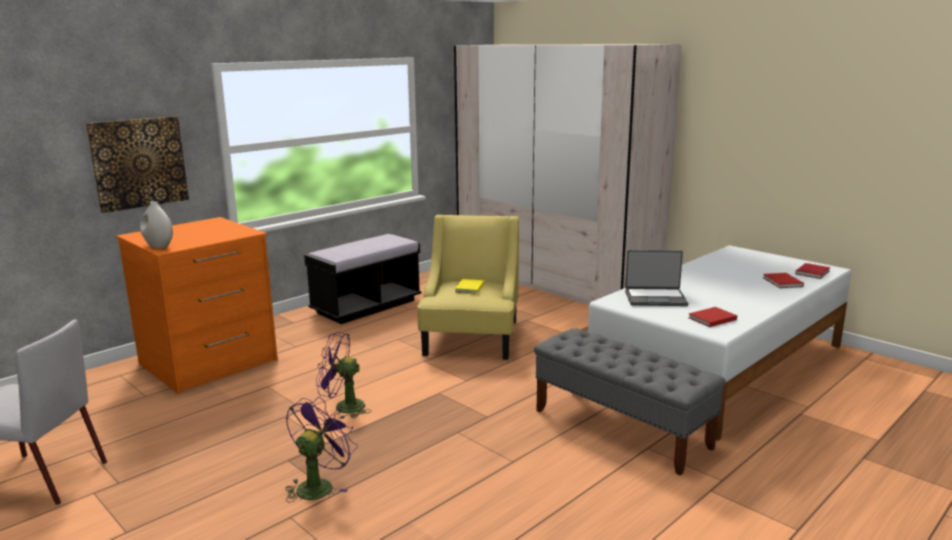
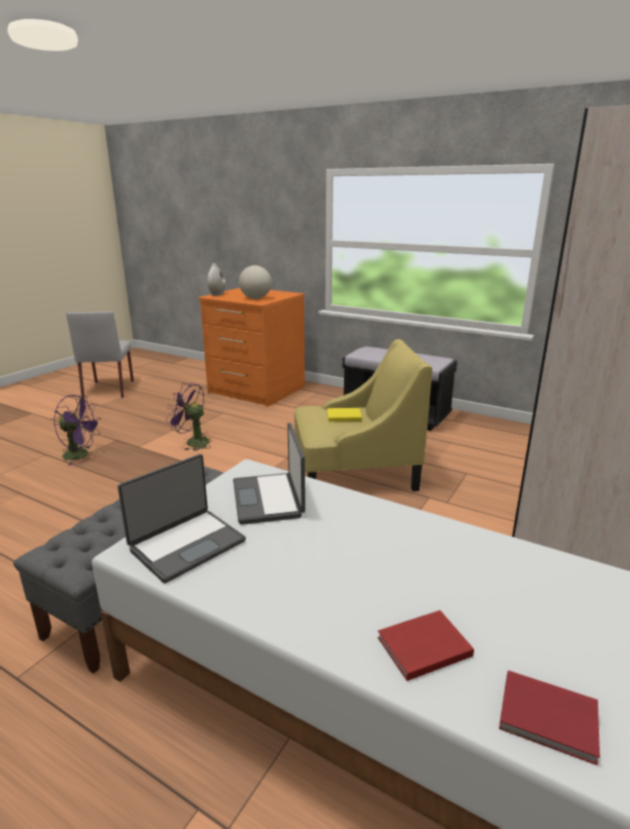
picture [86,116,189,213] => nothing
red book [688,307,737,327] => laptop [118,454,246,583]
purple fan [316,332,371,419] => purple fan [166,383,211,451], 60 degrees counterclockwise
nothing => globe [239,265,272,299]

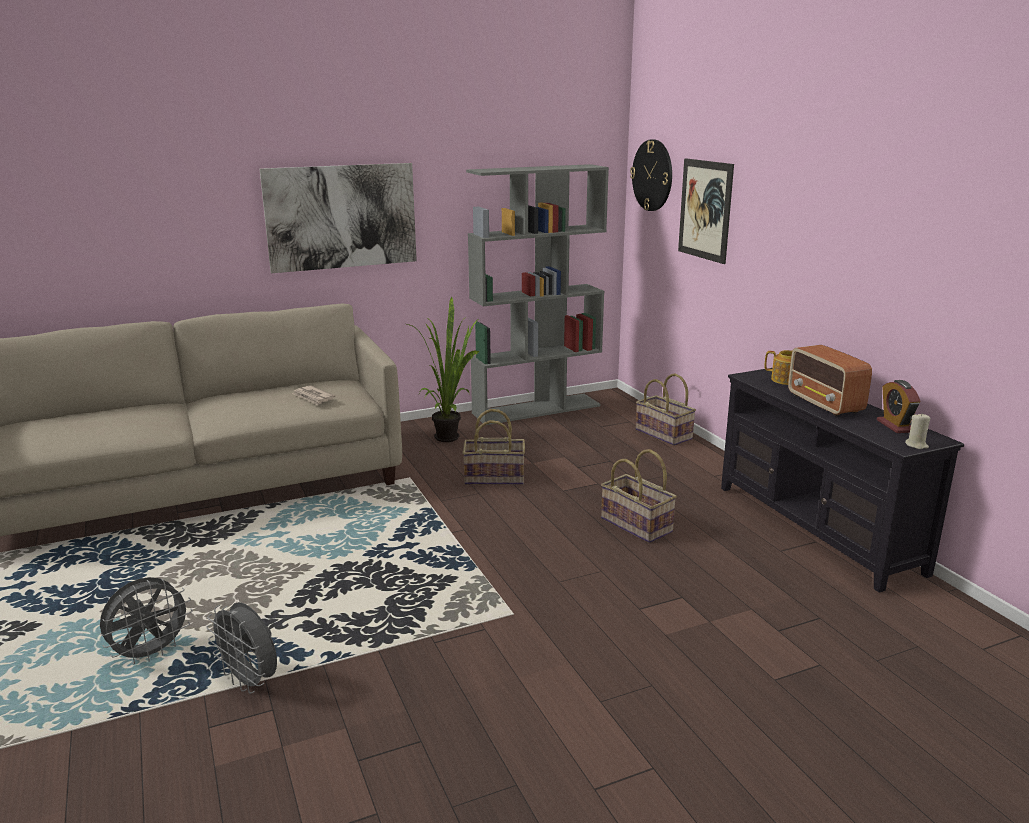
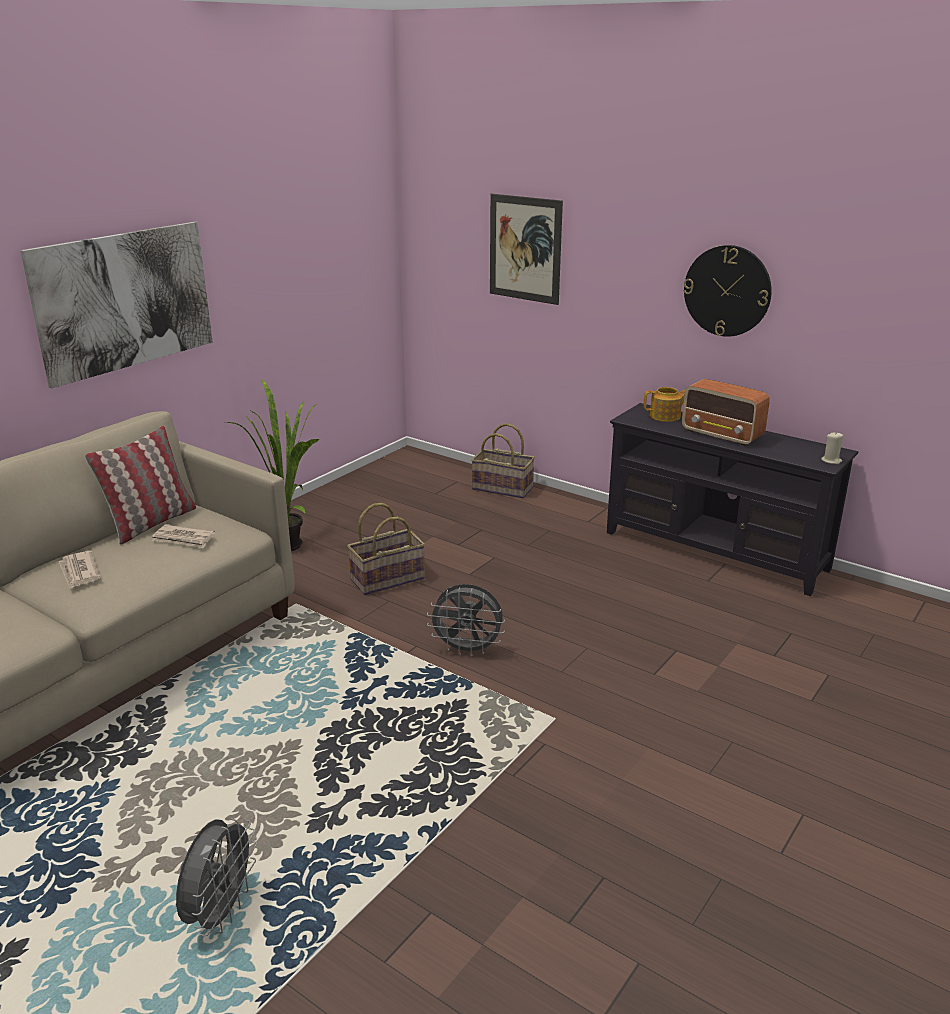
wall clock [630,139,672,211] => wall clock [683,245,772,337], relocated
grey bookcase [466,164,609,425] => nothing
alarm clock [877,380,920,433] => nothing
basket [601,449,677,543] => nothing
grey fan [206,602,277,694] => grey fan [427,584,505,657], relocated
nothing => pillow [85,426,196,545]
nothing => newspaper [59,551,100,589]

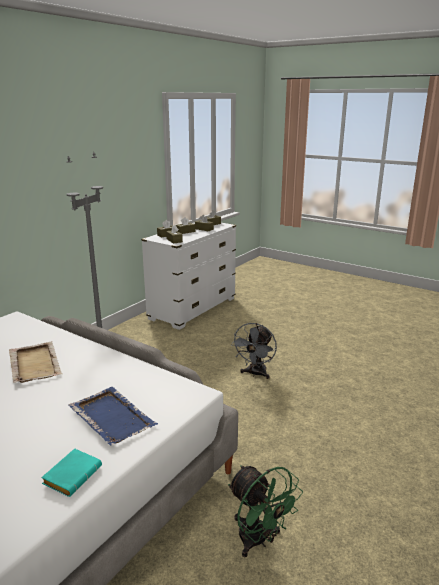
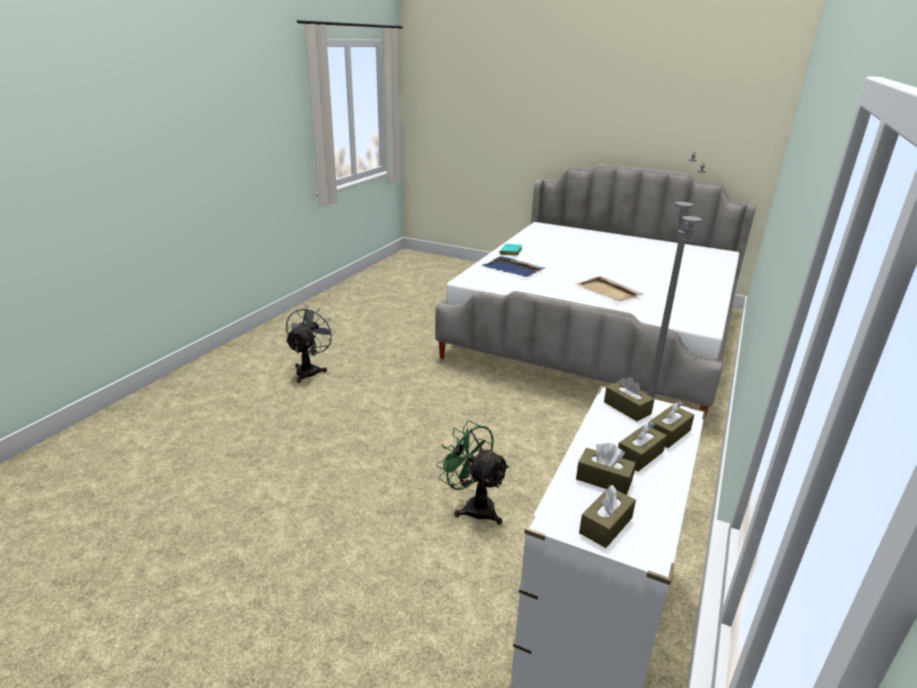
grey fan [231,323,277,379] => grey fan [286,306,336,383], relocated
green fan [228,465,303,558] => green fan [436,420,510,525], relocated

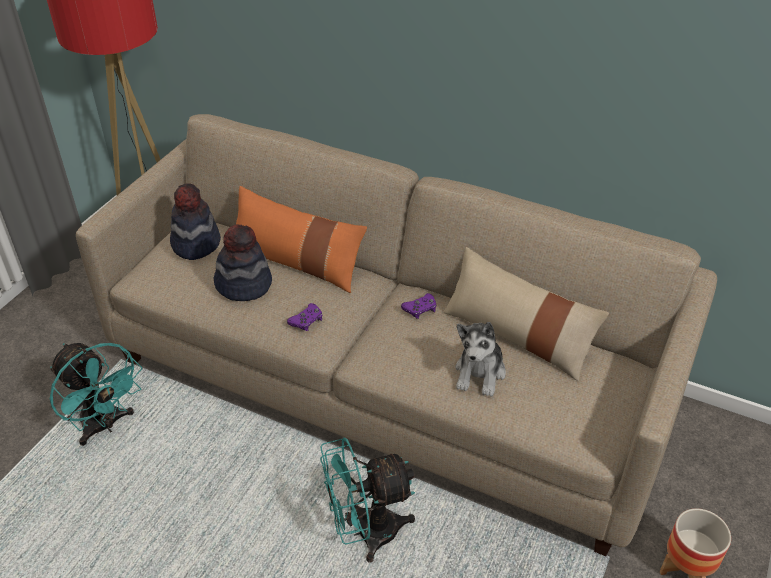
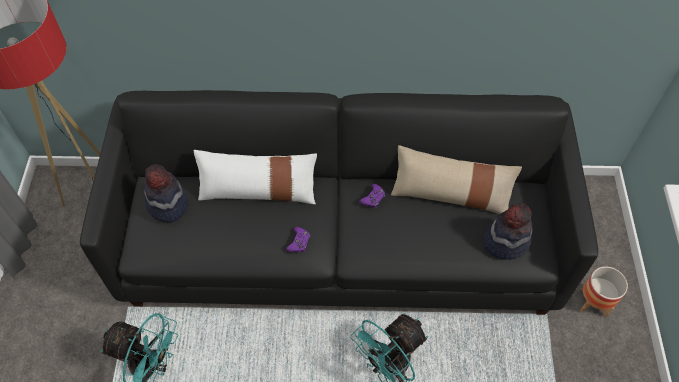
beige sofa [76,114,717,556] => black sofa [80,90,598,315]
orange pillow [236,186,367,293] => white pillow [194,150,317,204]
hat [214,225,272,301] => hat [484,203,532,260], relocated
plush toy [455,322,506,397] => nothing

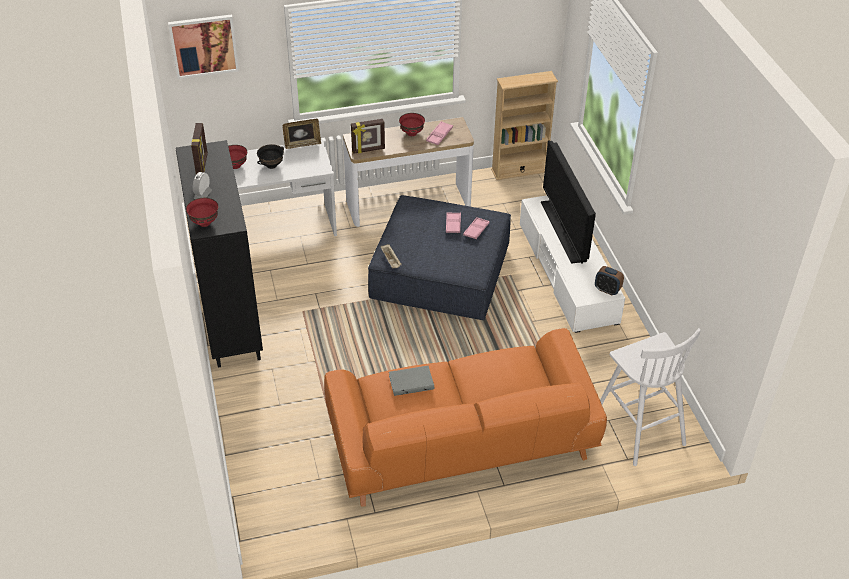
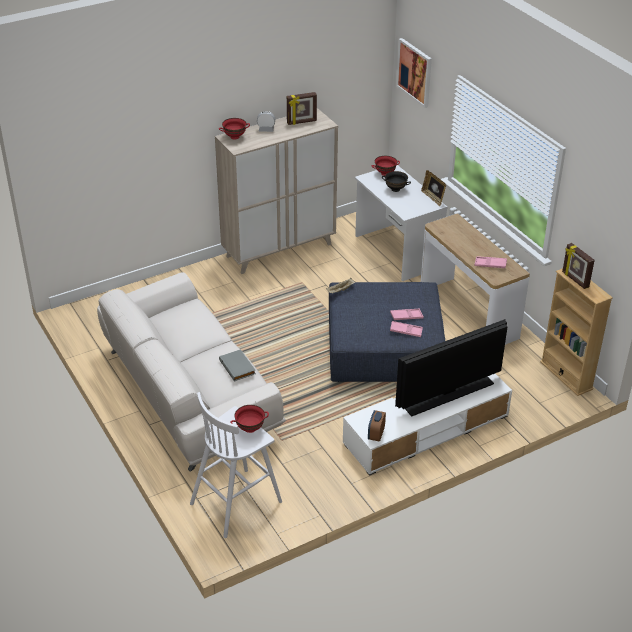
red bowl [399,113,425,136] => red bowl [230,405,269,433], relocated
picture frame [351,119,385,154] => picture frame [562,243,595,289], relocated
black cabinet [176,140,263,368] => beige cabinet [215,108,338,274]
orange sofa [324,328,607,507] => white sofa [97,272,286,472]
grey book [389,366,434,396] => grey book [219,349,256,382], relocated

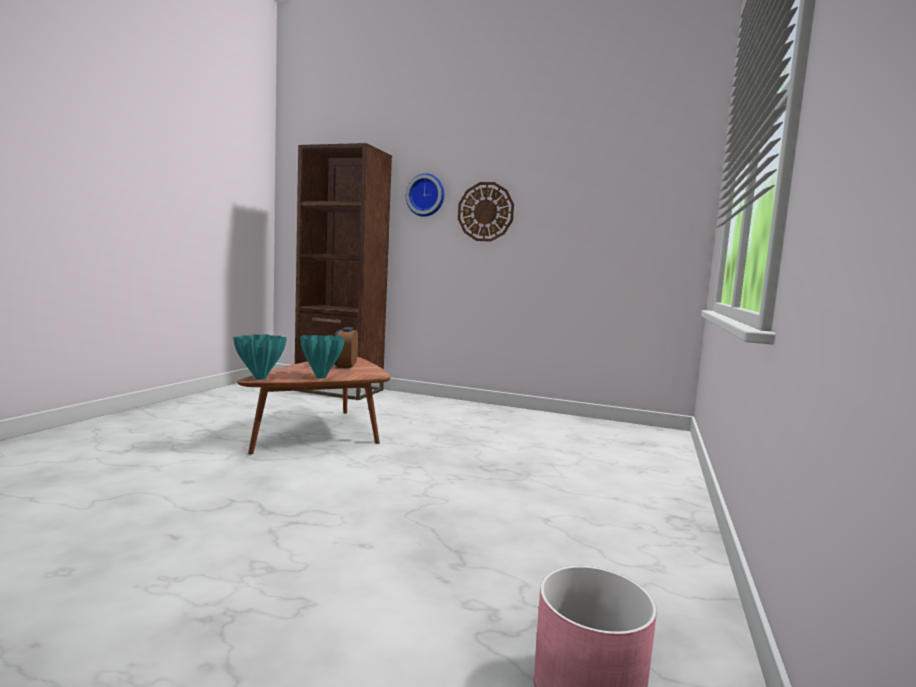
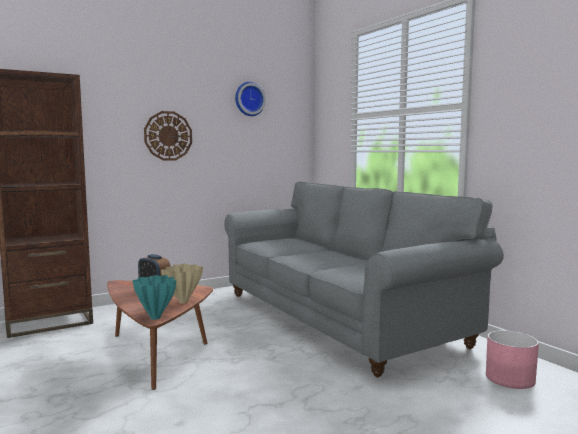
wall clock [406,173,444,217] => wall clock [235,82,266,116], relocated
turquoise vase [300,335,345,379] => beige vase [161,264,203,304]
nothing => grey sofa [224,182,504,377]

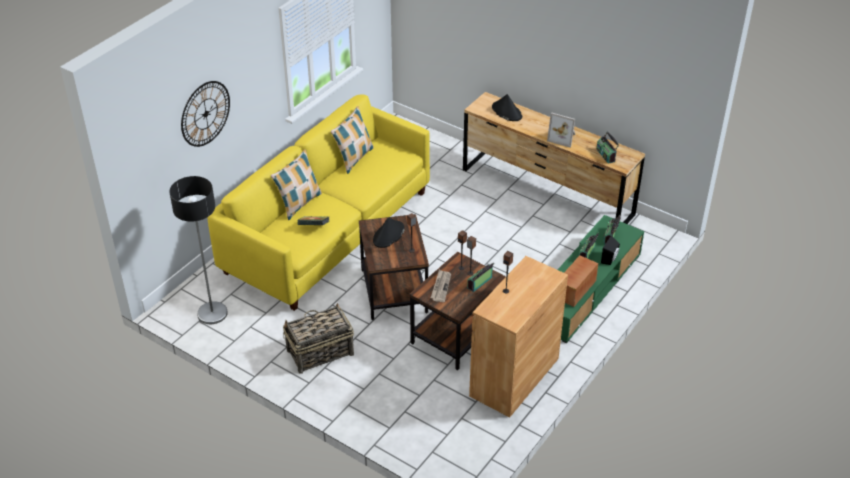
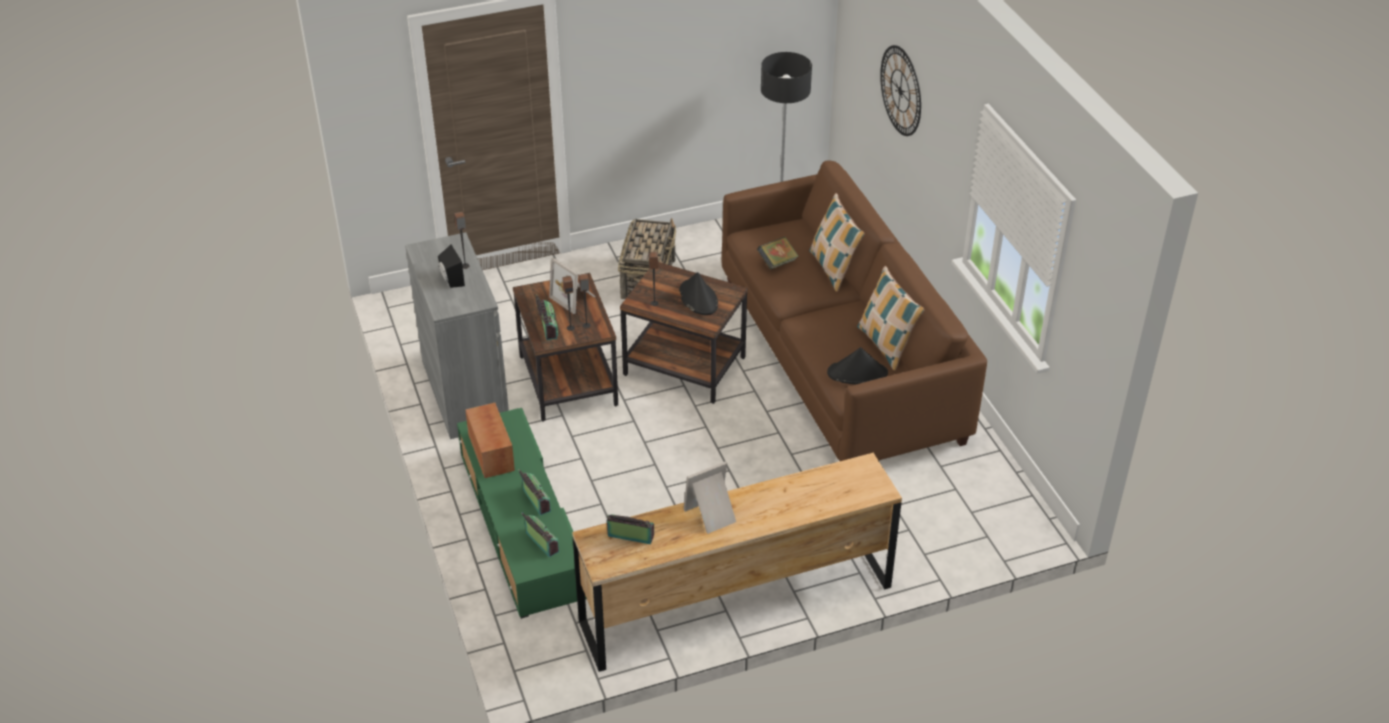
yellow sofa [207,94,430,311] => brown sofa [721,161,987,461]
black hat [492,94,522,121] => black hat [827,347,888,384], relocated
black speaker [601,235,620,265] => black speaker [438,245,465,288], relocated
brown cabinet [469,256,568,417] => grey cabinet [405,232,509,439]
newspaper [431,270,451,302] => picture frame [549,257,596,314]

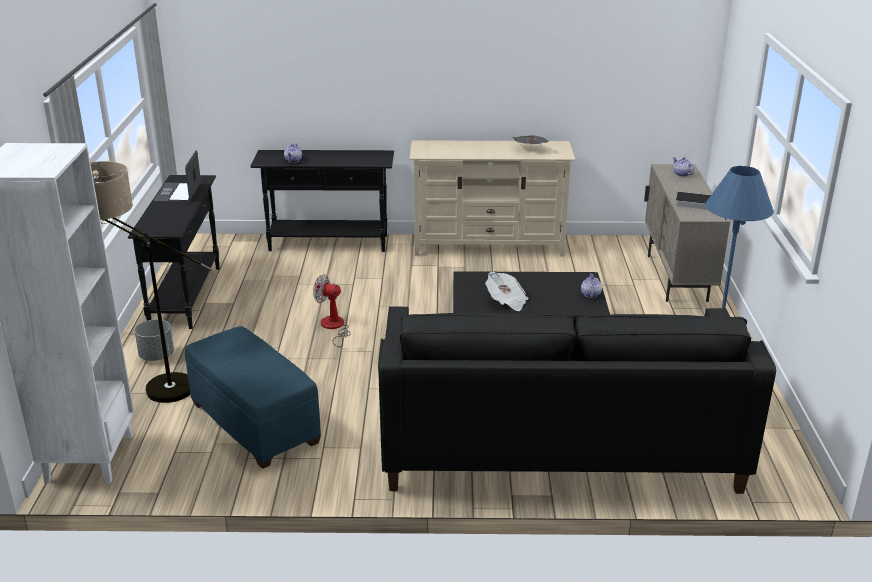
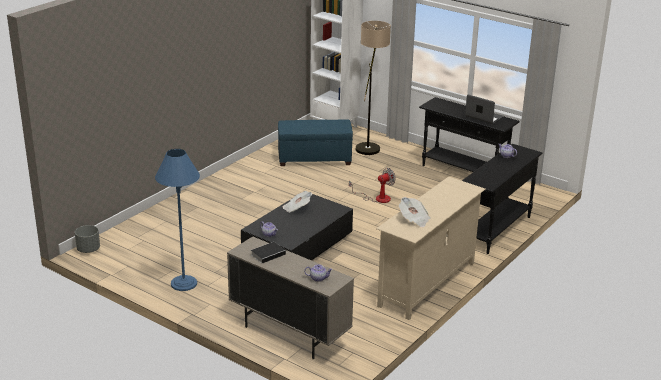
black sofa [378,306,776,494] => nothing
grey planter [134,319,174,361] => grey planter [75,225,100,253], relocated

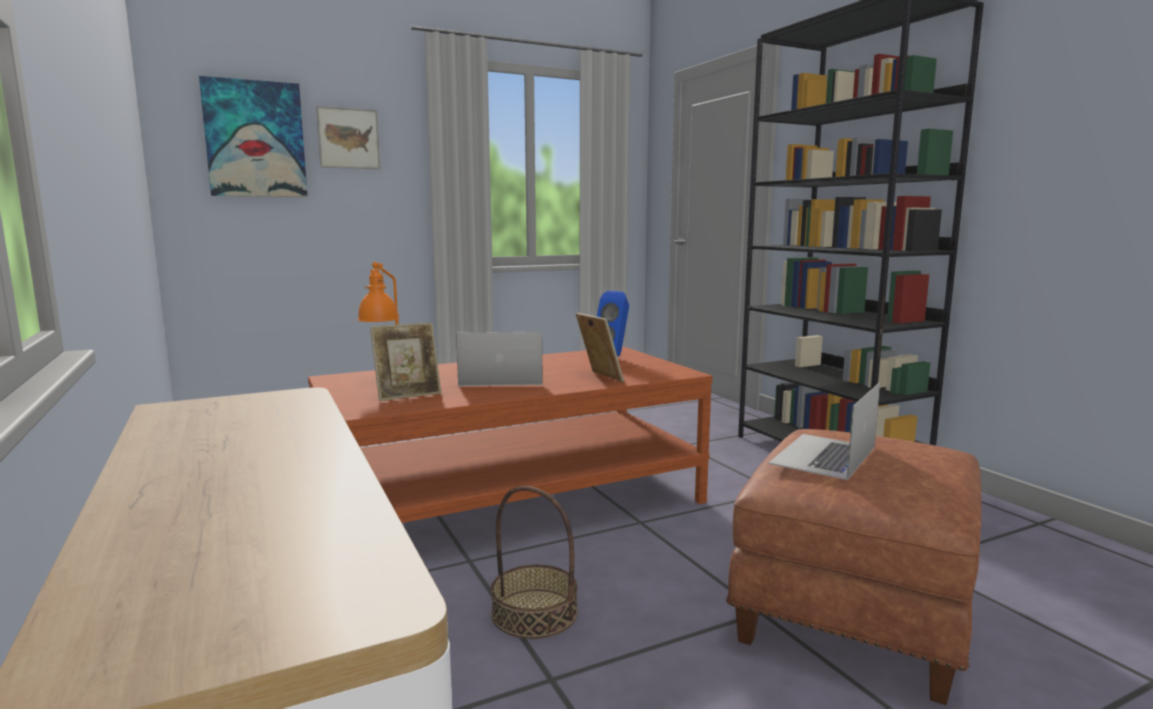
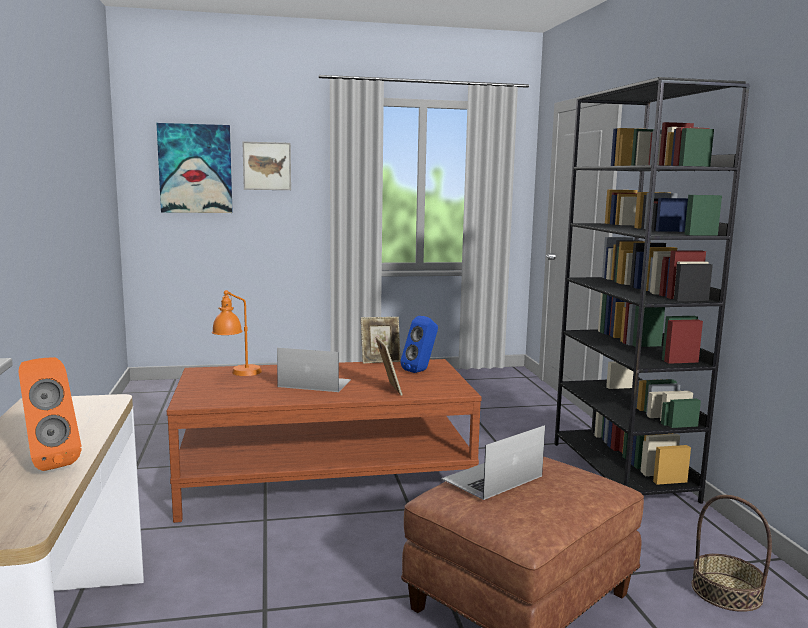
picture frame [370,323,442,401] => picture frame [361,317,401,364], relocated
basket [491,486,578,639] => basket [691,495,772,612], relocated
nothing => orange speaker [18,357,82,471]

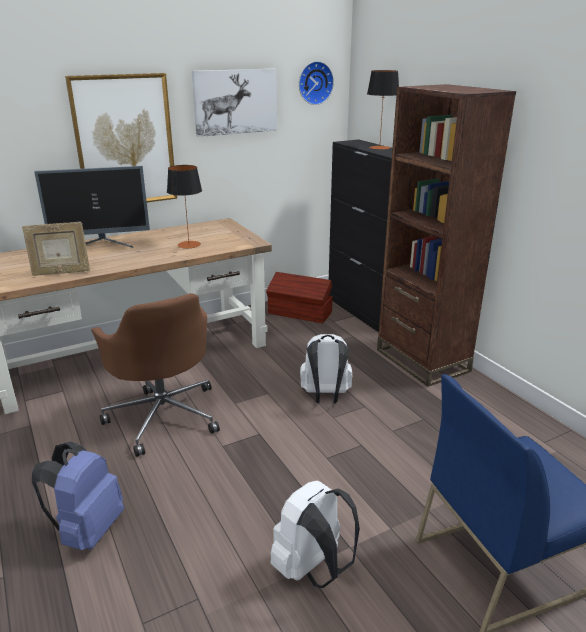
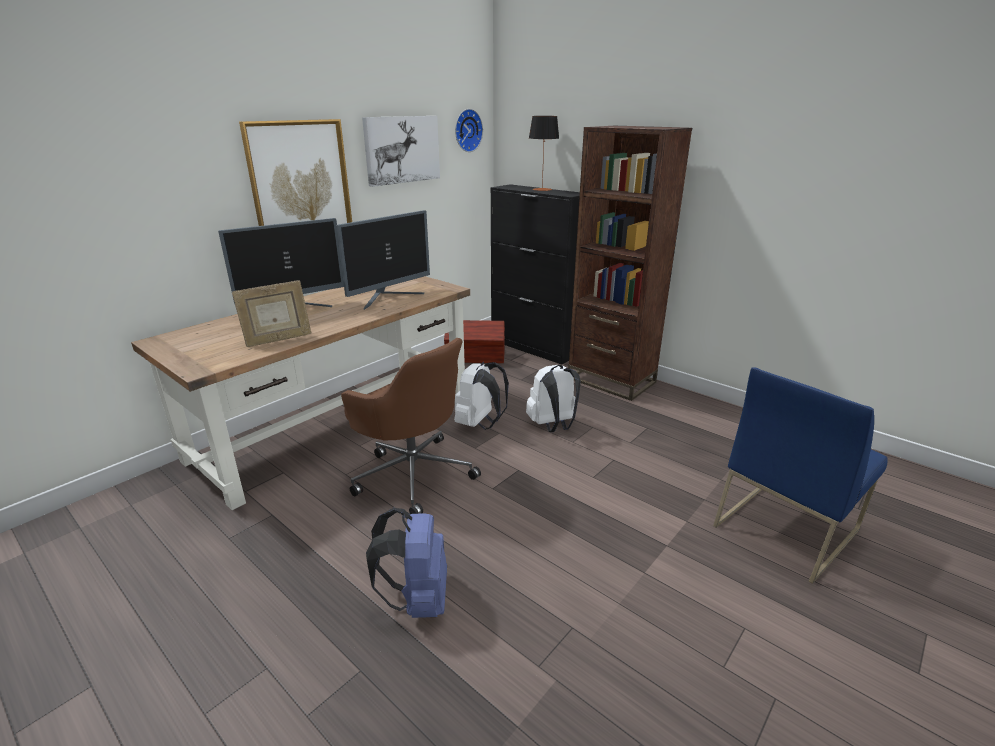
table lamp [167,165,202,249] => monitor [336,210,430,310]
white backpack [270,481,360,588] => white backpack [454,362,509,430], relocated

